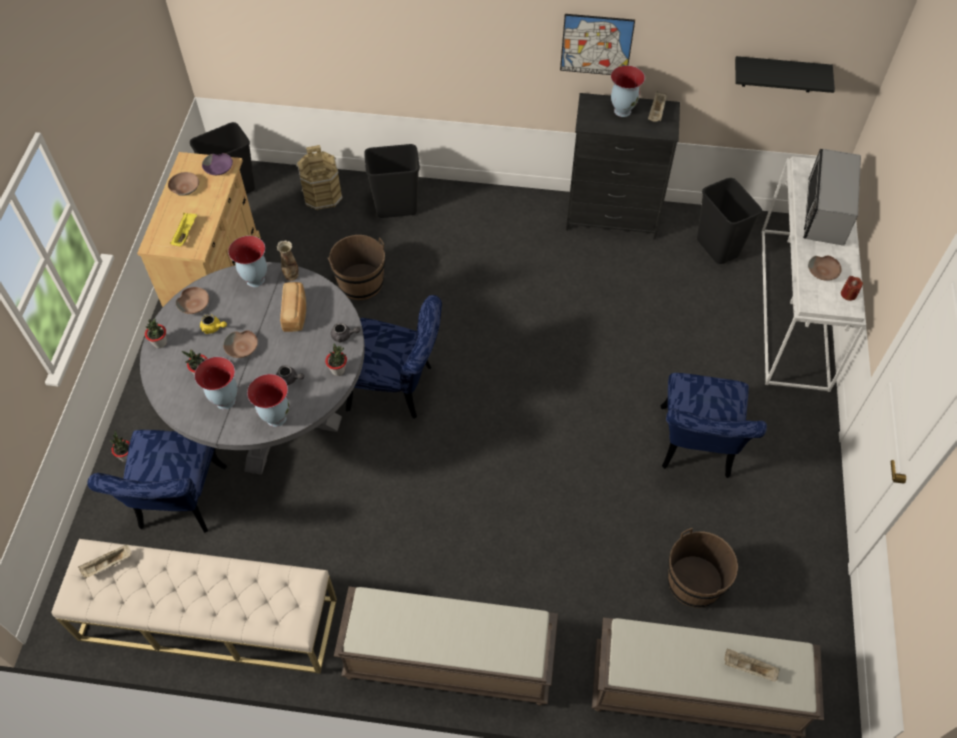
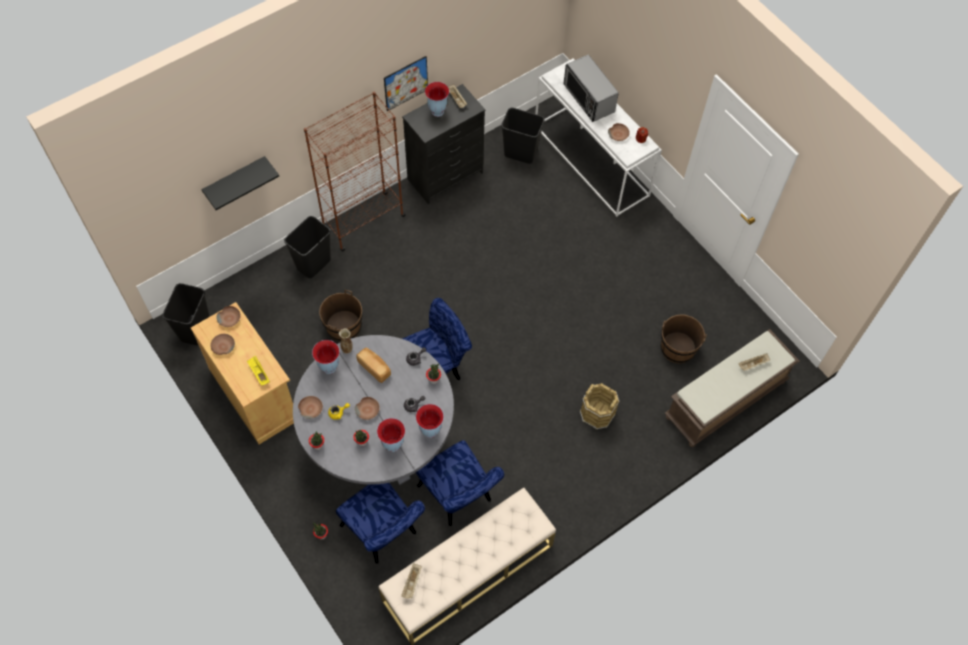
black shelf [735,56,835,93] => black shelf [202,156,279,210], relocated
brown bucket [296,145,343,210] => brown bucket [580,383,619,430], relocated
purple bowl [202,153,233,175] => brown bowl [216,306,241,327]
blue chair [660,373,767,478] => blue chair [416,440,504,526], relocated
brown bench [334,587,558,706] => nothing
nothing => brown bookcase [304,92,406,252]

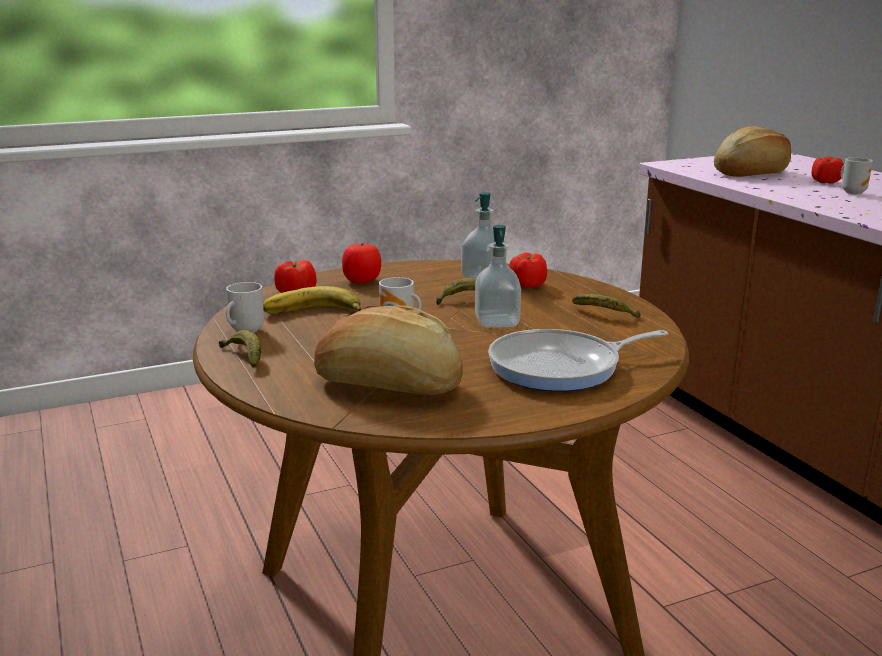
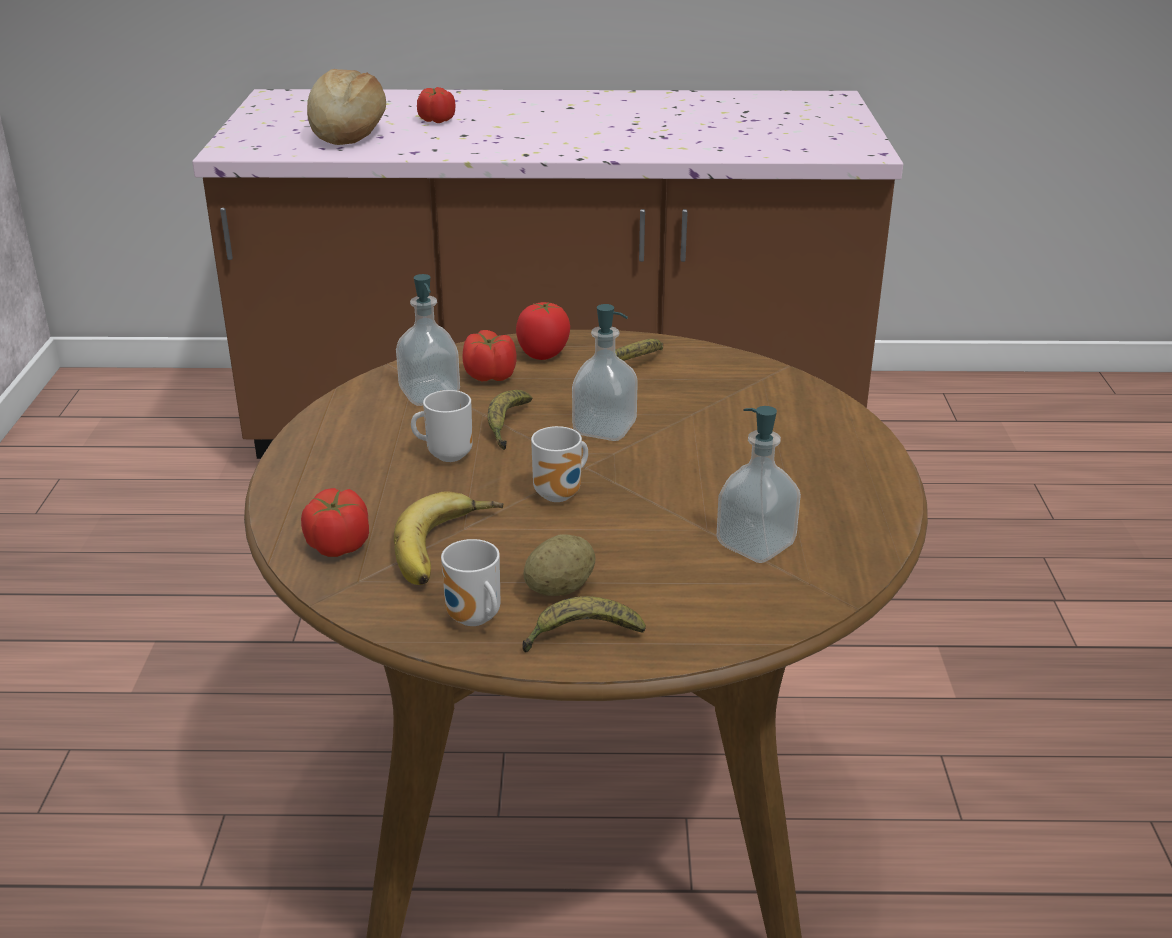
mug [841,158,873,194] => mug [411,390,473,462], relocated
tomato [342,243,381,283] => tomato [516,302,570,360], relocated
bread [314,305,463,395] => soap dispenser [717,406,801,563]
frying pan [488,329,669,392] => nothing
nothing => potato [523,534,595,596]

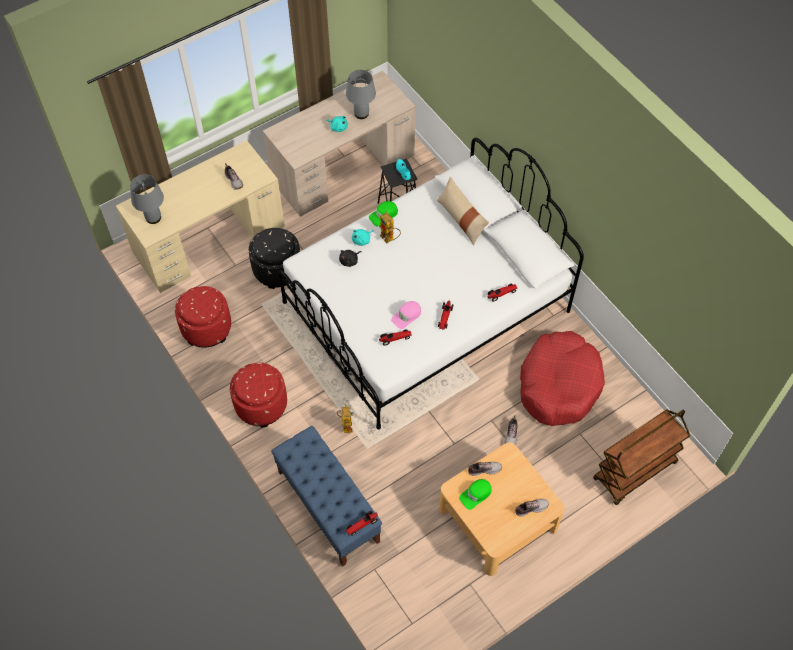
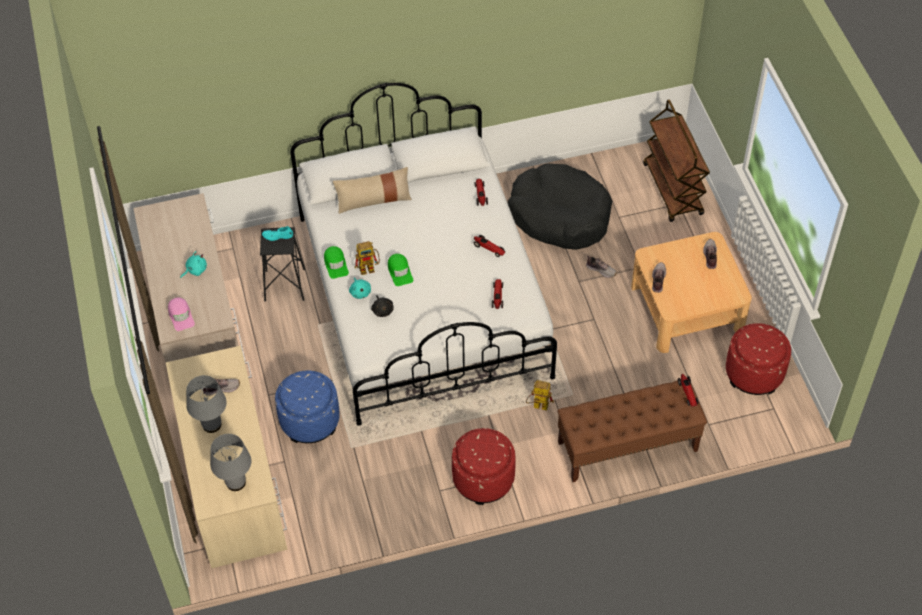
grey table lamp [346,70,376,119] => grey table lamp [186,375,227,433], relocated
black ottoman [249,228,300,289] => blue ottoman [275,371,340,443]
red ottoman [175,286,231,348] => red ottoman [726,323,791,395], relocated
pink cap [391,301,421,329] => pink cap [168,298,195,331], relocated
red dog bed [520,331,605,426] => black dog bed [508,163,612,250]
blue bench [271,426,382,566] => brown bench [558,380,707,482]
green cap [459,479,492,510] => green cap [388,254,413,286], relocated

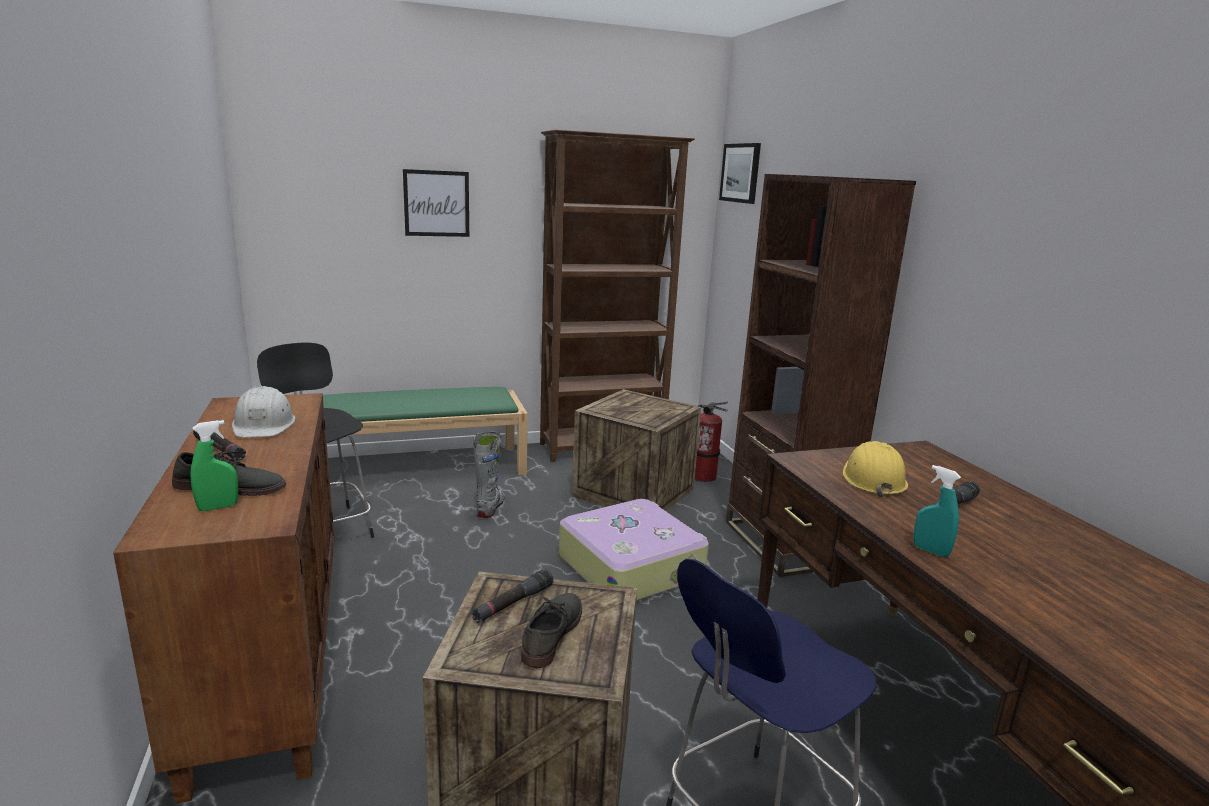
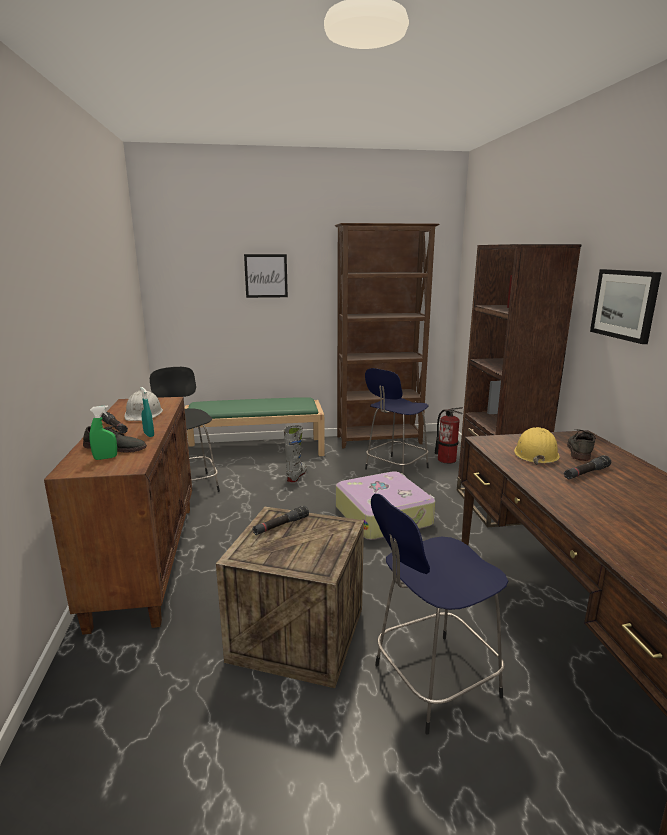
picture [719,143,761,204] => picture [590,269,662,344], relocated
crate [572,389,701,511] => blue stool [365,368,429,474]
turquoise spray bottle [913,465,961,558] => turquoise spray bottle [140,387,154,437], relocated
grey shoe [521,593,582,668] => grey shoe [567,429,596,461], relocated

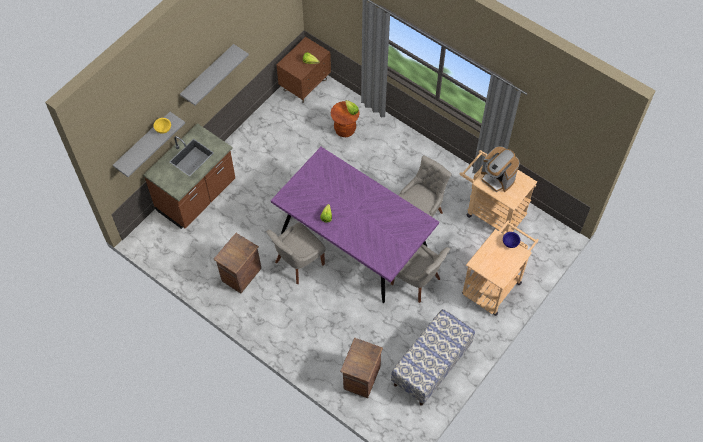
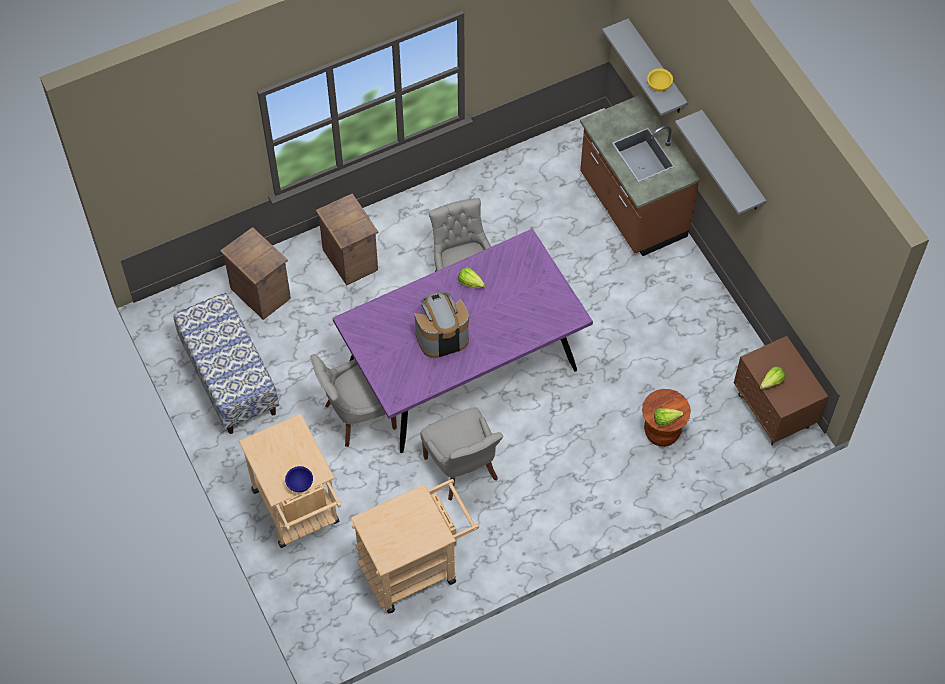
coffee machine [481,146,520,192] => coffee machine [414,292,469,358], relocated
crate [213,233,261,293] => crate [315,194,378,285], relocated

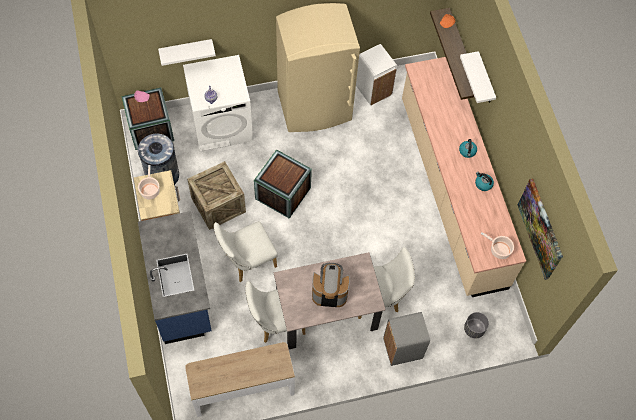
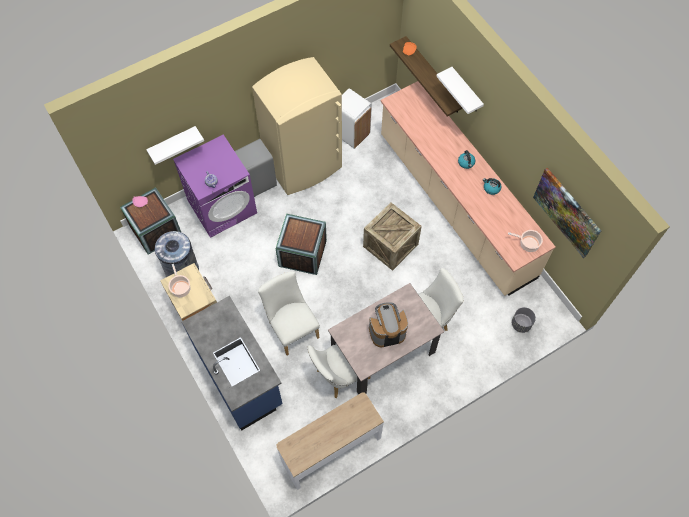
white washing machine [183,55,253,151] => purple washing machine [173,135,257,238]
crate [187,161,246,230] => crate [363,202,422,271], relocated
white chair [214,221,278,282] => white chair [258,271,320,355], 105 degrees clockwise
grey trash can [383,312,430,366] => grey trash can [235,139,277,197], relocated

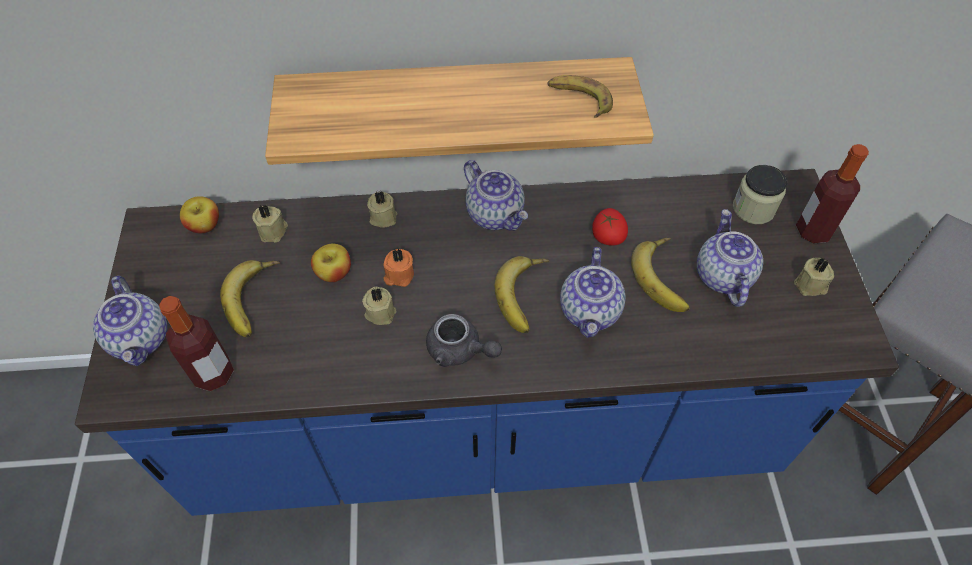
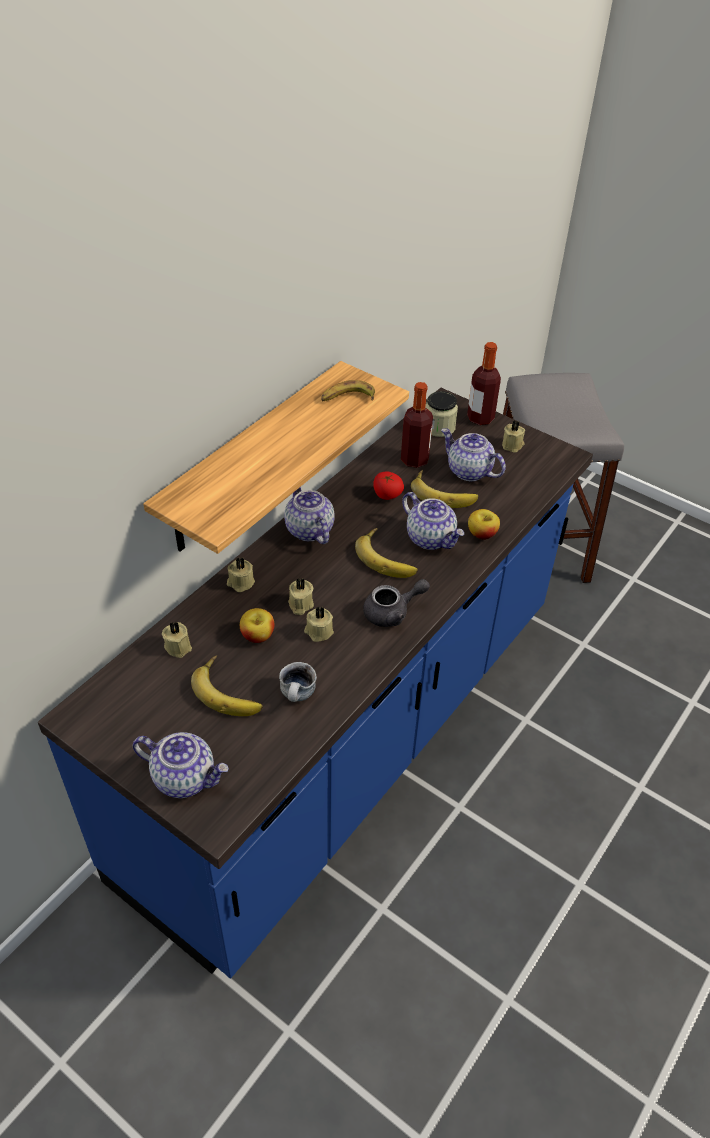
teapot [464,160,528,231] => teapot [284,487,335,544], 120 degrees counterclockwise
apple [180,196,219,233] => apple [468,509,500,540], relocated
orange candle [383,248,414,287] => beige candle [288,578,314,615]
bottle [159,296,234,391] => bottle [401,382,433,468], relocated
nothing => mug [279,662,317,702]

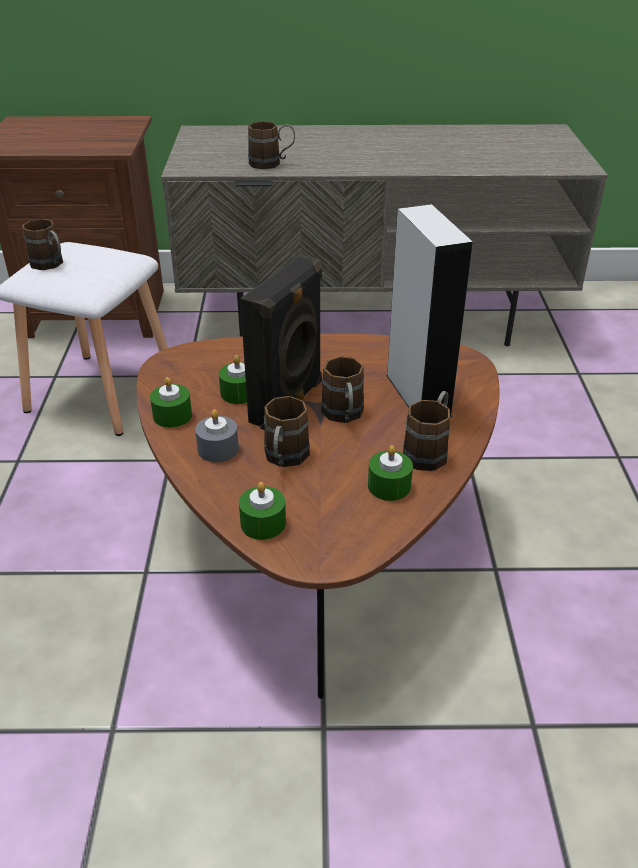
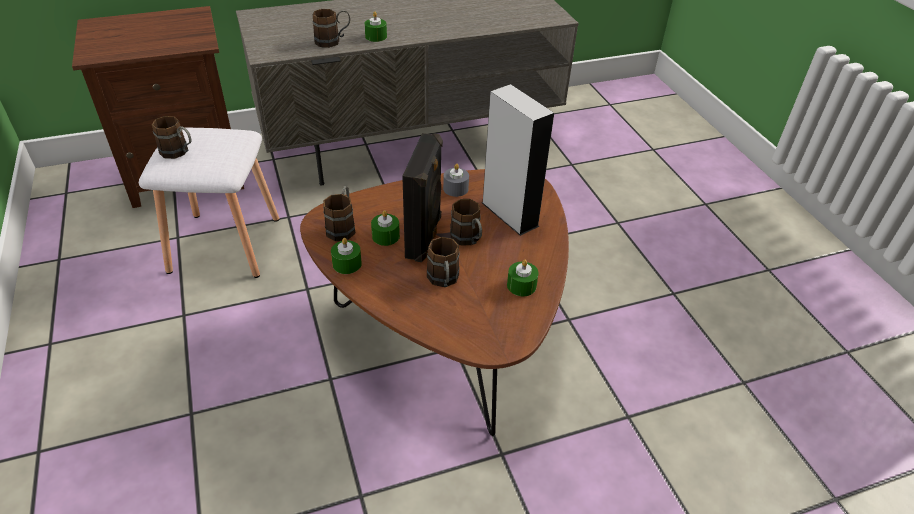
brown mug [403,391,450,471] => brown mug [323,186,355,241], relocated
grey candle [195,409,239,462] => grey candle [443,164,469,197], relocated
green candle [239,482,286,540] => green candle [364,11,387,42], relocated

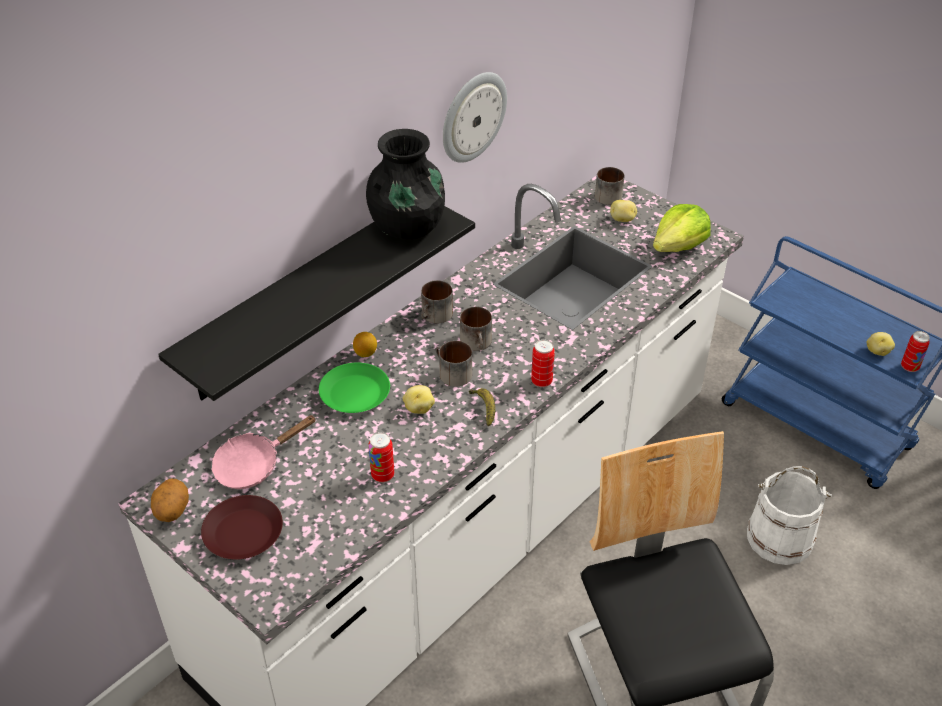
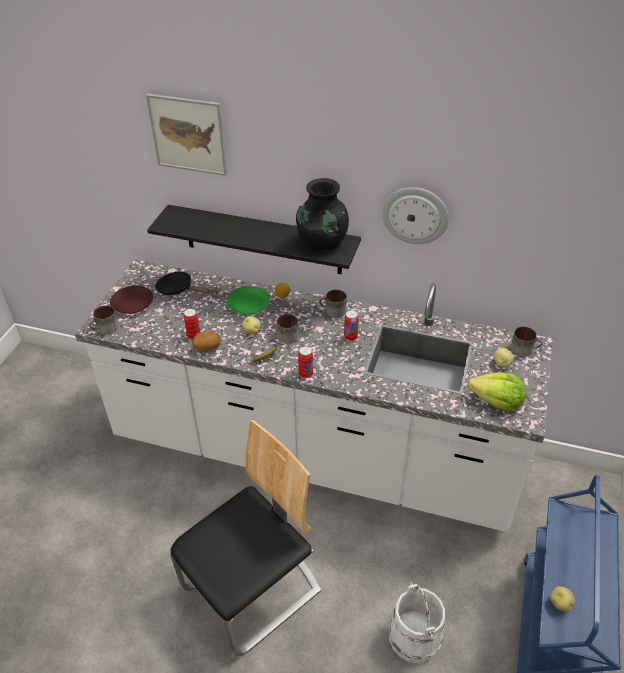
mug [460,307,492,351] => mug [89,305,119,334], relocated
can [901,331,930,372] => can [344,310,359,341], relocated
pink frying pan [211,415,316,489] => black frying pan [155,272,210,295]
potato [151,479,189,522] => potato [192,331,221,352], relocated
nothing => picture [146,94,227,176]

